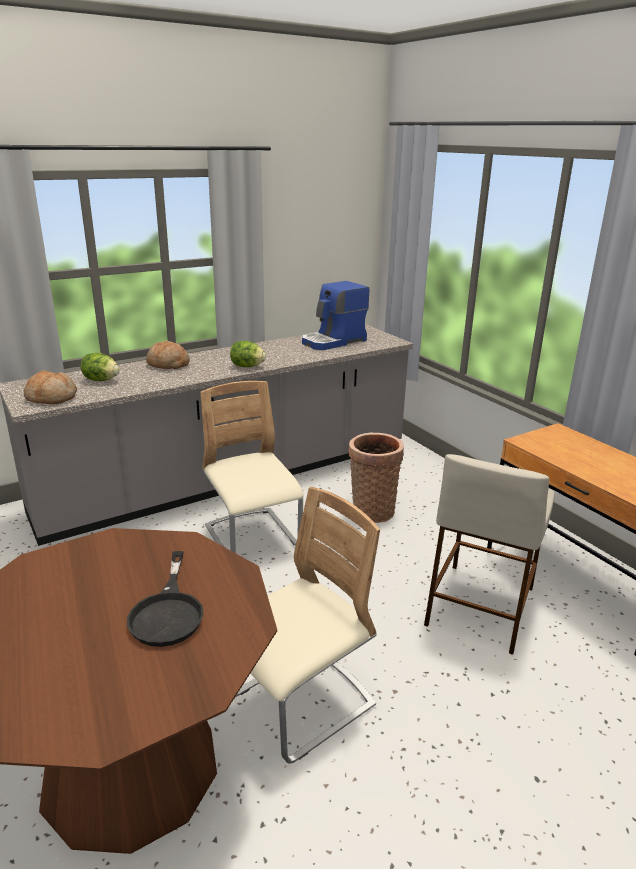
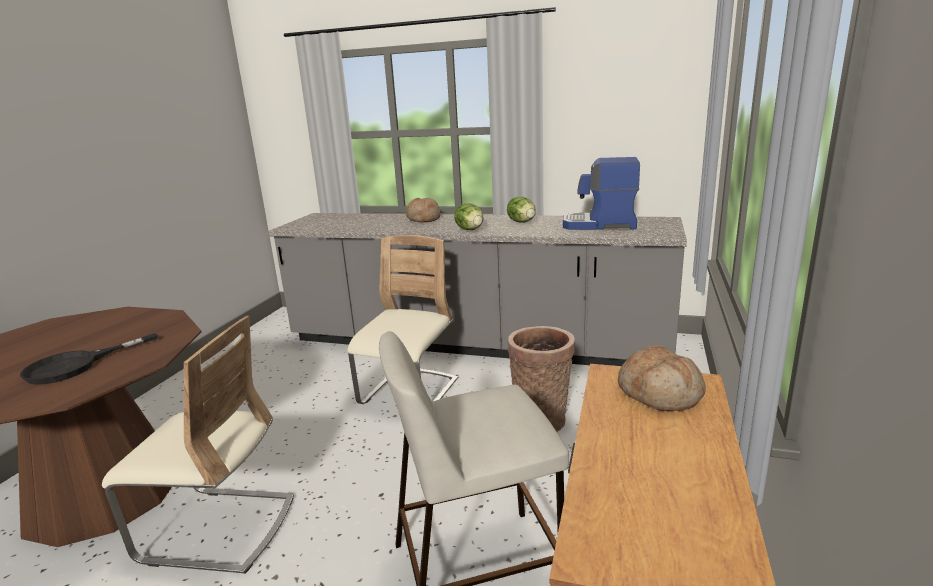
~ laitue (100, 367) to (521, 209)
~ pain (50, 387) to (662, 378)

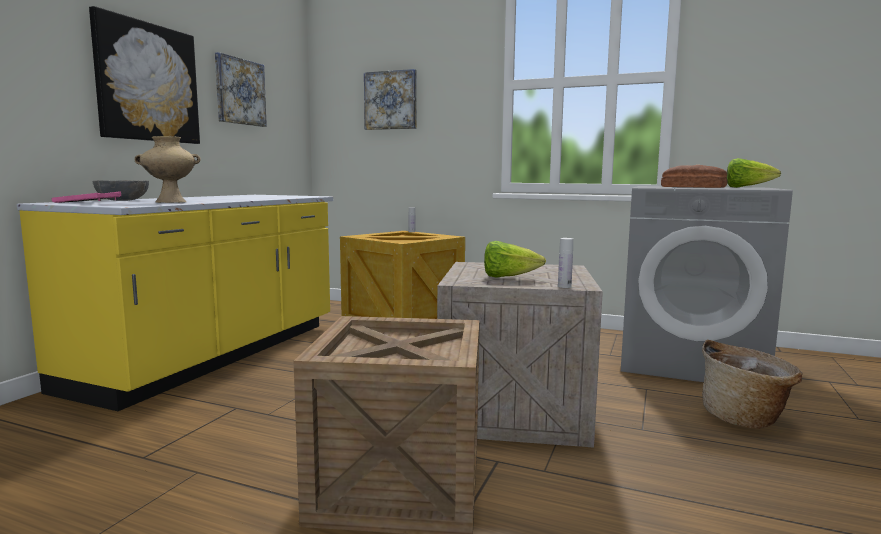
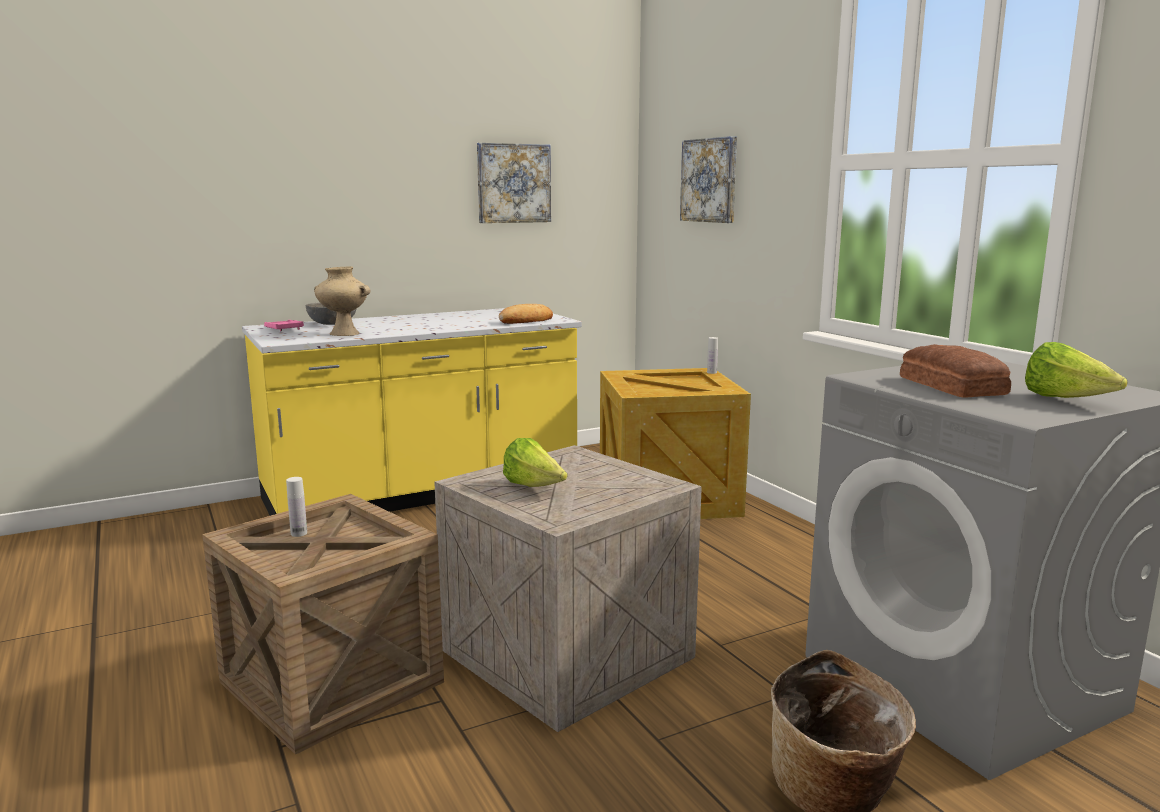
~ bouteille/blanc (565, 263) to (296, 507)
+ pain (526, 314)
- tableau (144, 75)

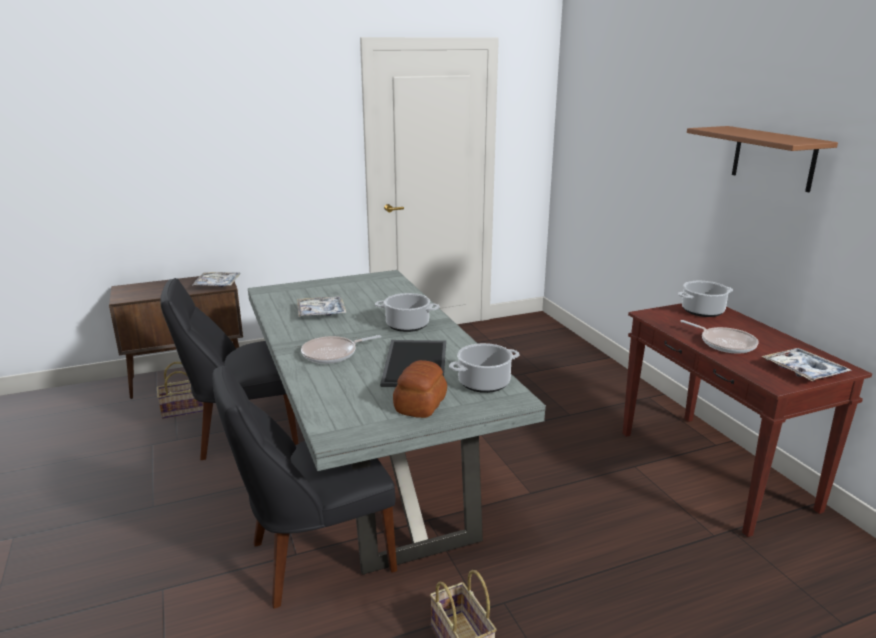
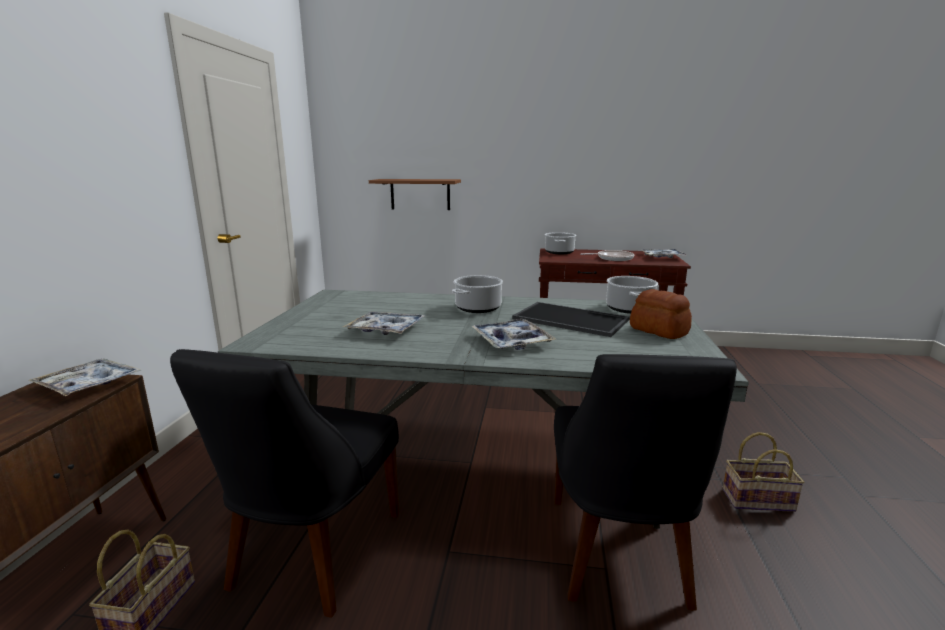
~ étagère/marron (762, 159) to (415, 194)
~ poêle (341, 349) to plateau (513, 334)

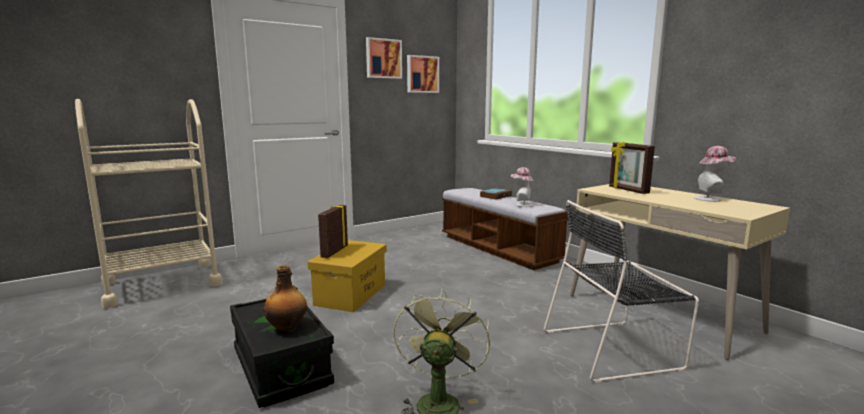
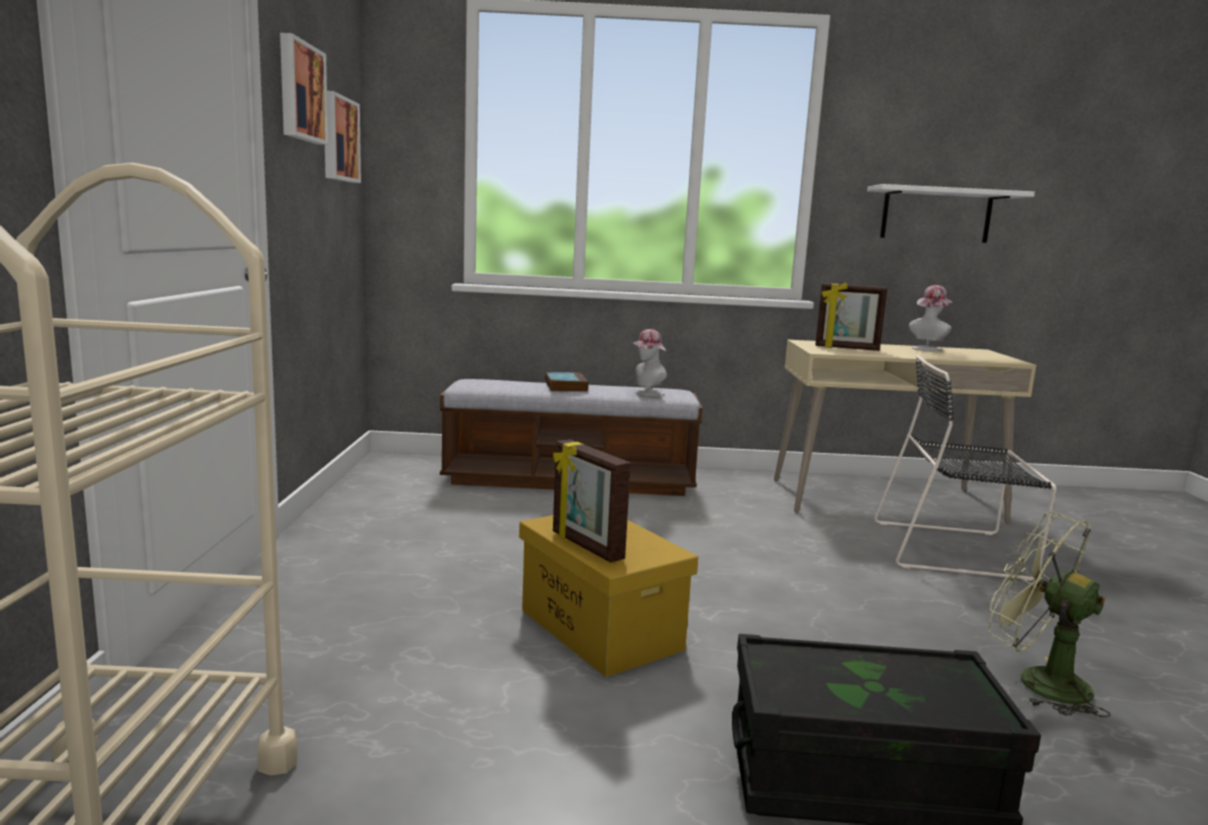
+ étagère/blanc (951, 213)
~ chaise/noir (621, 291) = (965, 467) 75 degrees clockwise
- bouteille (285, 299)

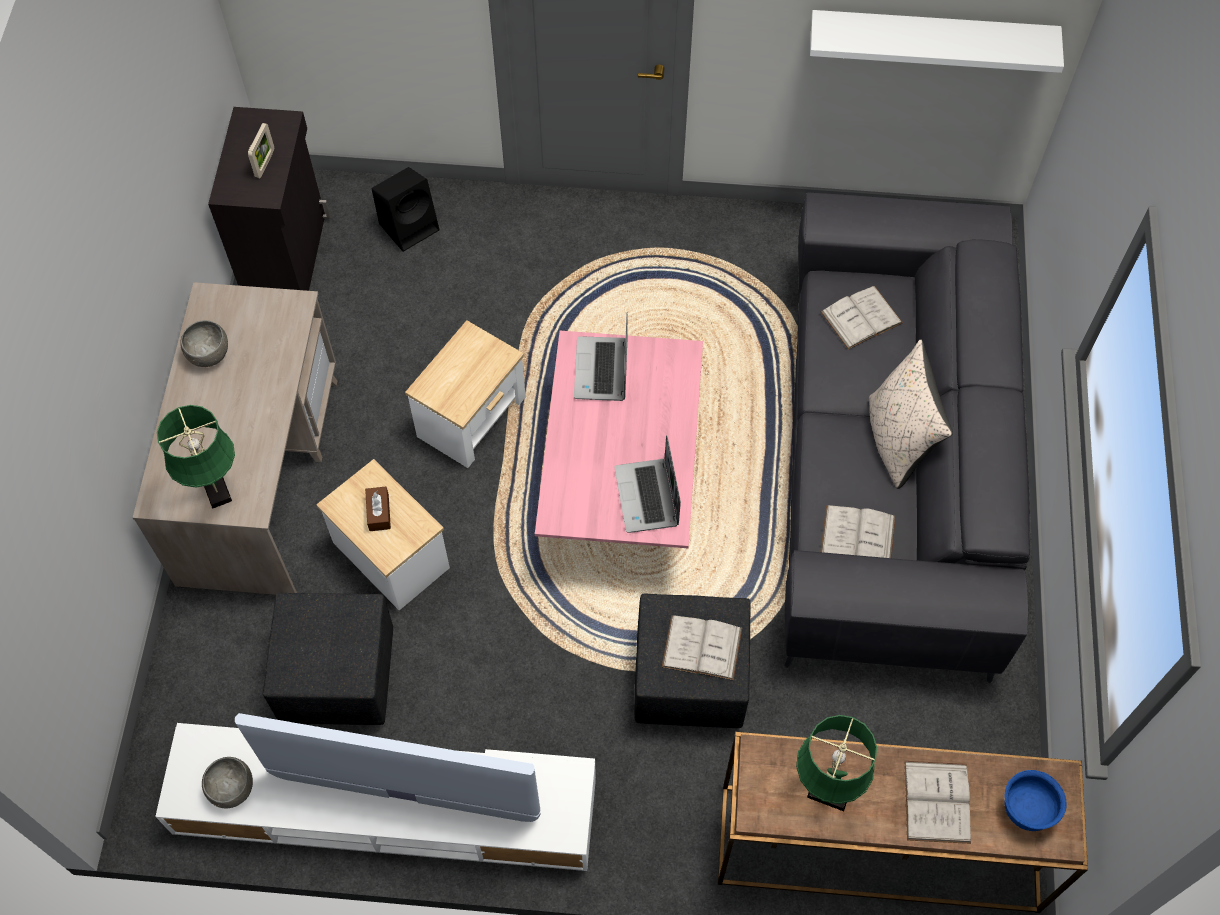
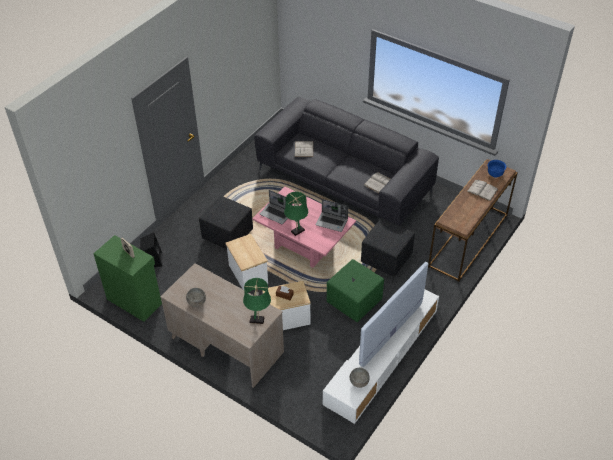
~ meuble de rangement/noir (269, 199) to meuble de rangement/vert (127, 278)
~ pouf/noir (328, 659) to (226, 222)
~ lampe de table/vert (836, 763) to (296, 214)
+ pouf/vert (355, 290)
- livre/blanc (702, 647)
- étagère/blanc (937, 41)
- coussin/beige (911, 414)

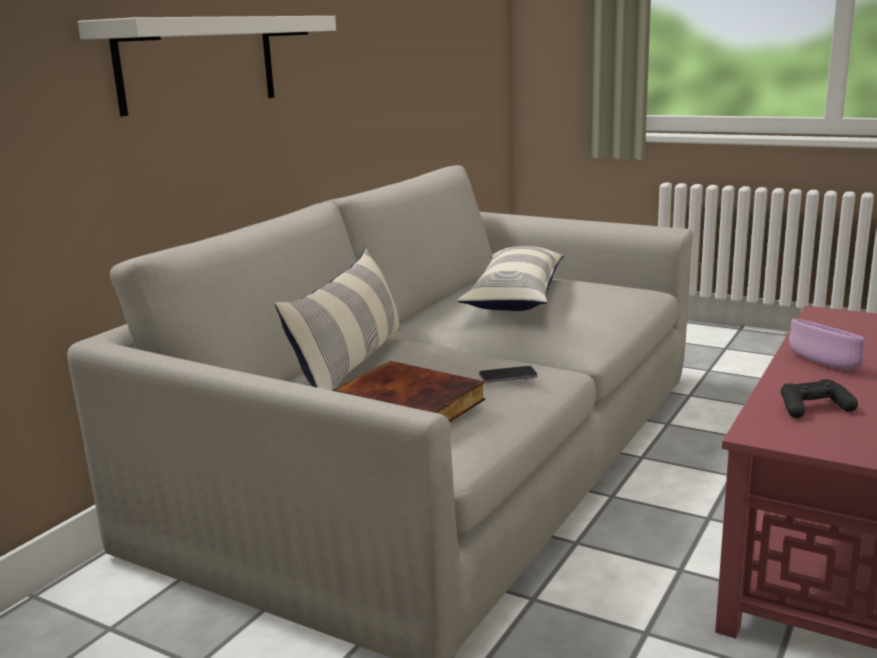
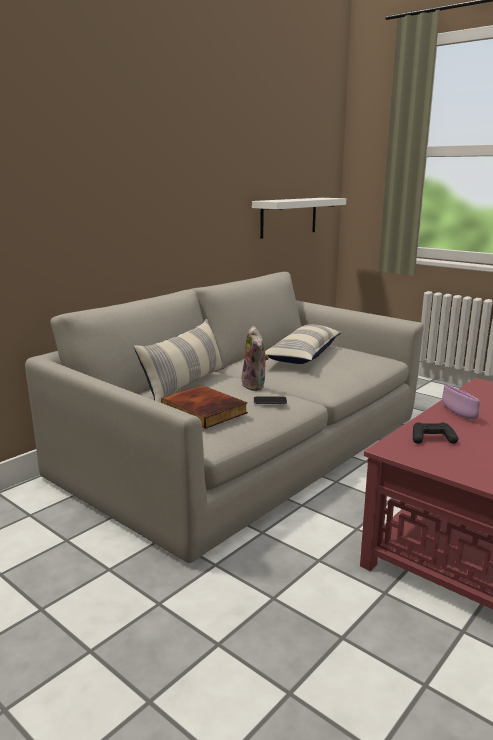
+ peluche (254, 358)
~ étagère/blanc (207, 66) to (299, 218)

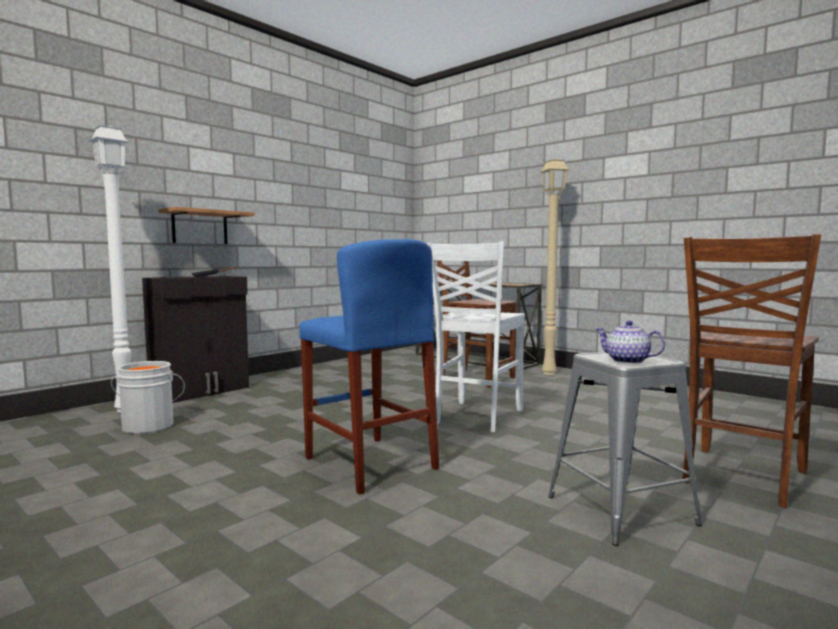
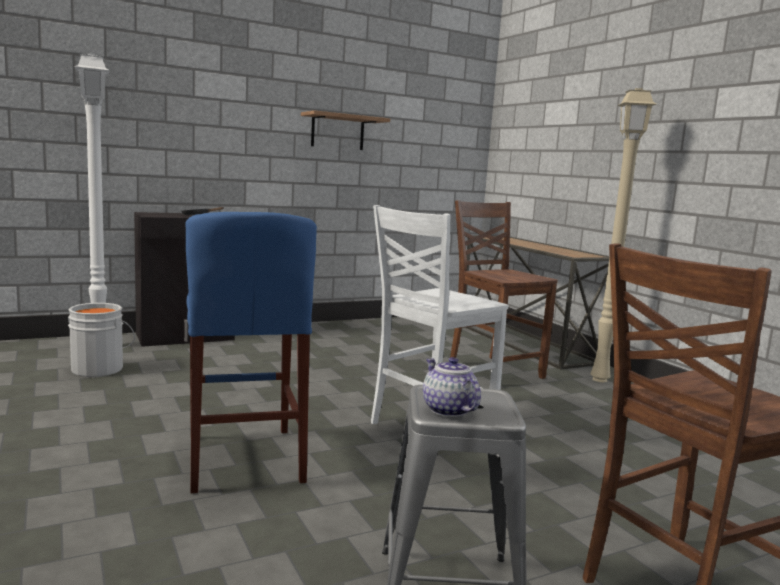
~ étagère (206, 225) to (345, 130)

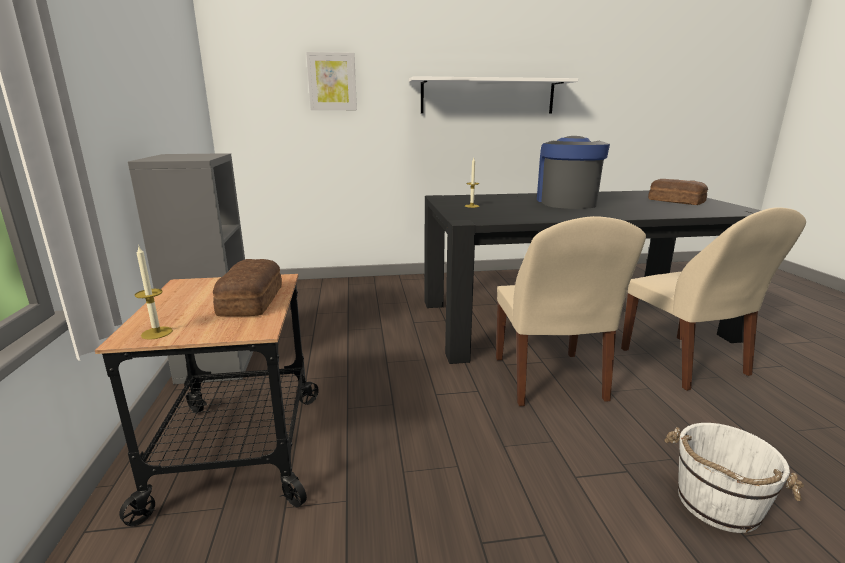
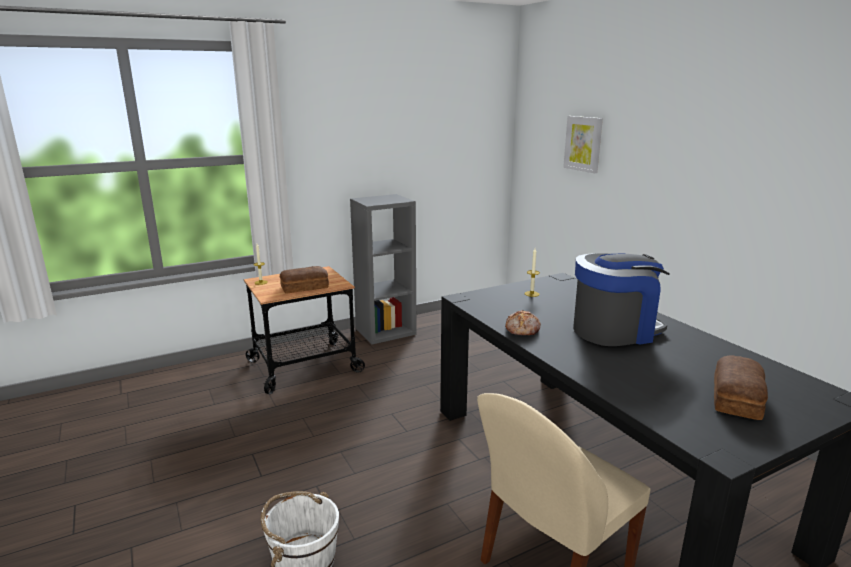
+ pain (523, 322)
- étagère/blanc (493, 95)
- chaise/beige (571, 311)

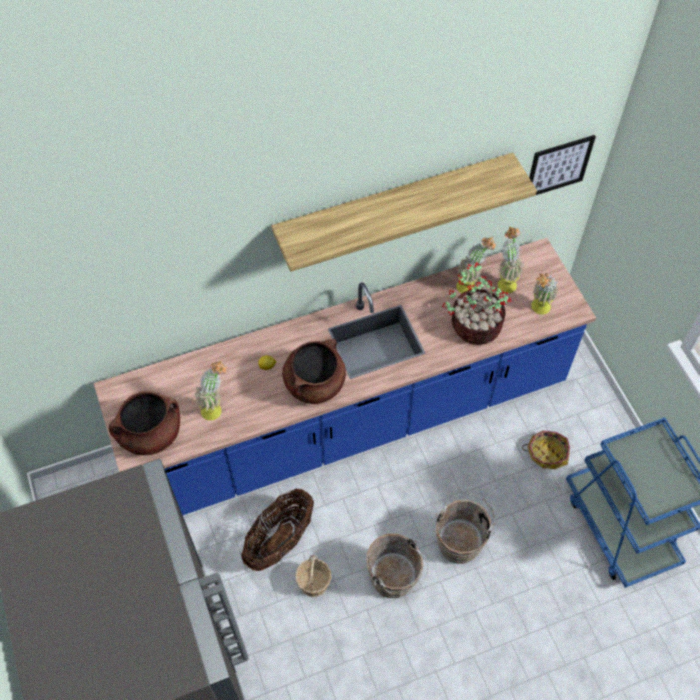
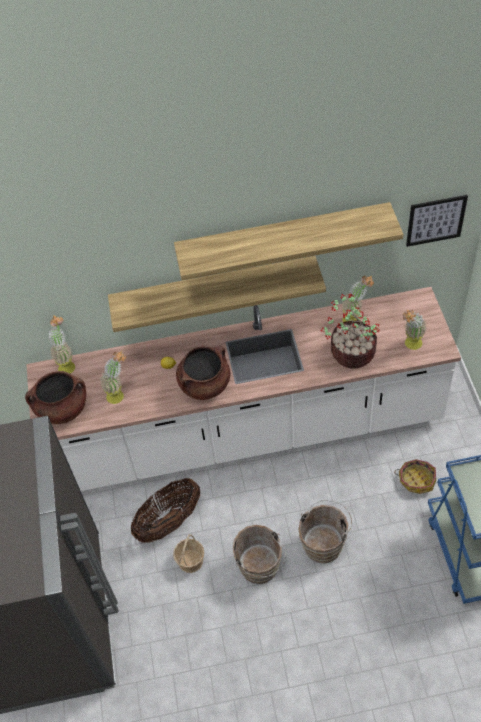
~ comptoir de cuisine/bleu (345, 376) to comptoir de cuisine/blanc (243, 389)
~ plante en pot (511, 259) to (61, 344)
+ étagère (217, 294)

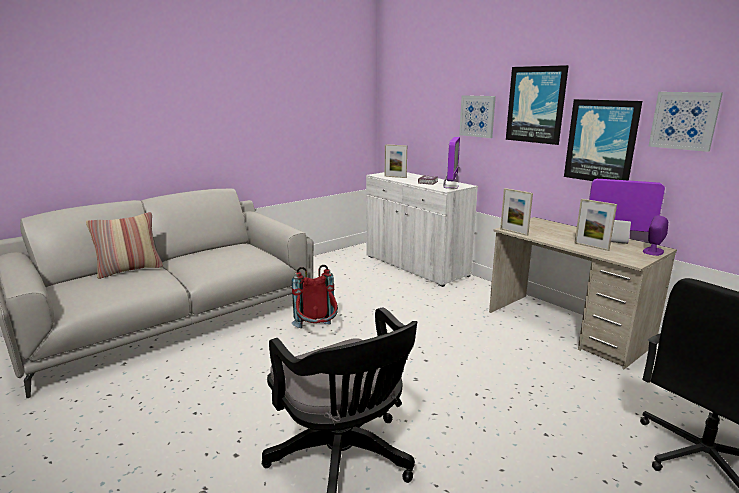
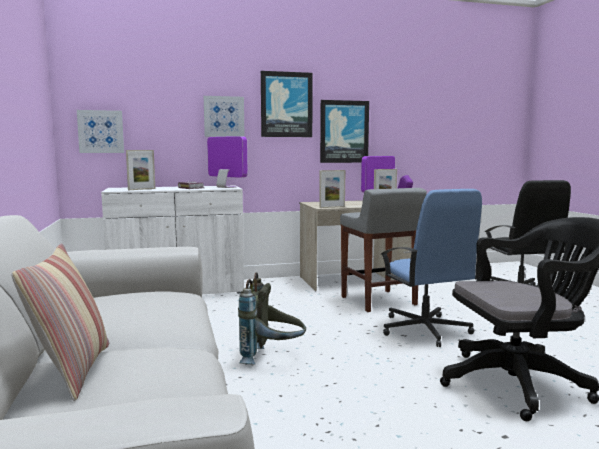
~ tableau (686, 122) to (100, 131)
~ sac à dos/rouge (315, 296) to sac à dos/gris (272, 318)
+ tabouret/gris (383, 250)
+ chaise de bureau/bleu (431, 268)

